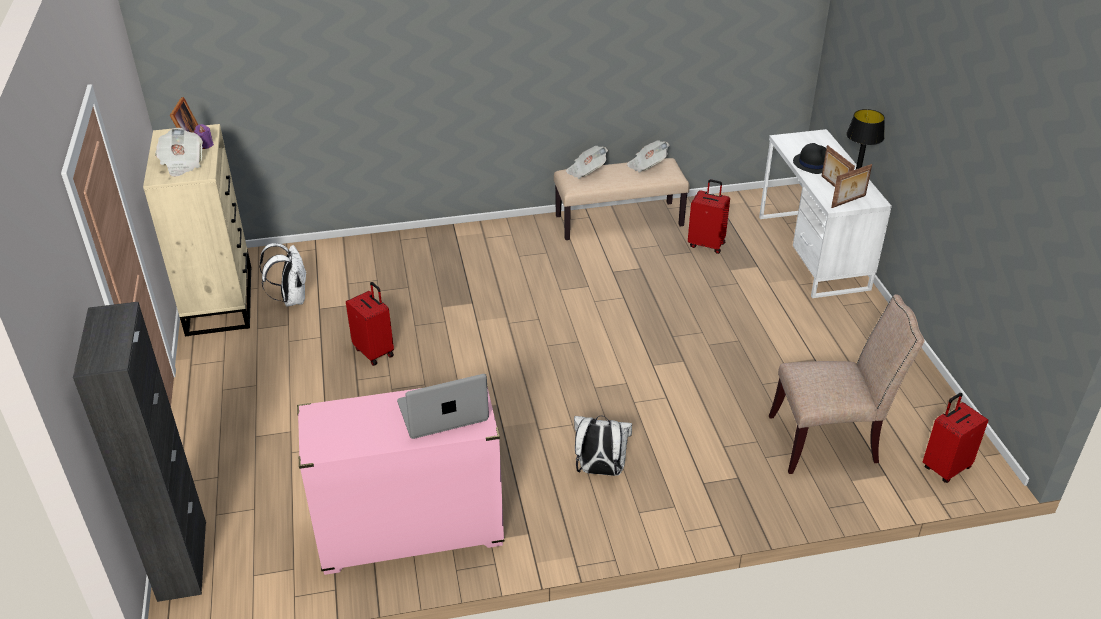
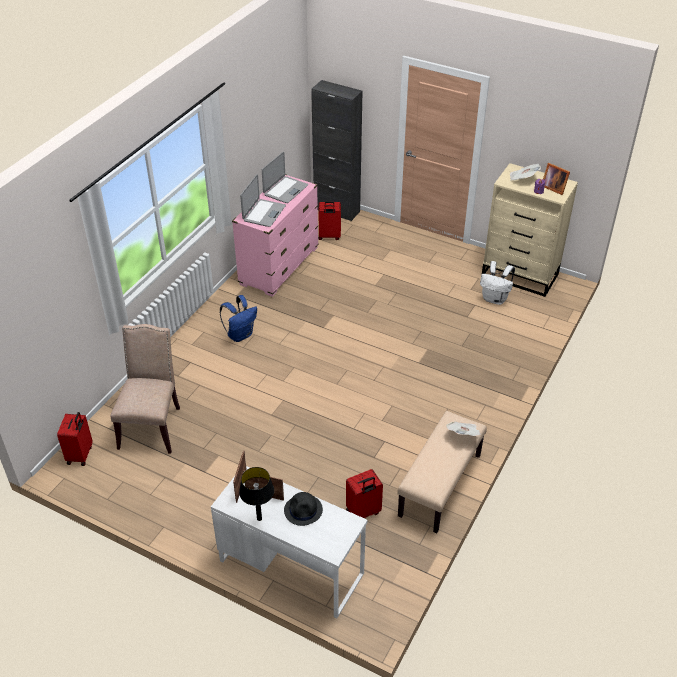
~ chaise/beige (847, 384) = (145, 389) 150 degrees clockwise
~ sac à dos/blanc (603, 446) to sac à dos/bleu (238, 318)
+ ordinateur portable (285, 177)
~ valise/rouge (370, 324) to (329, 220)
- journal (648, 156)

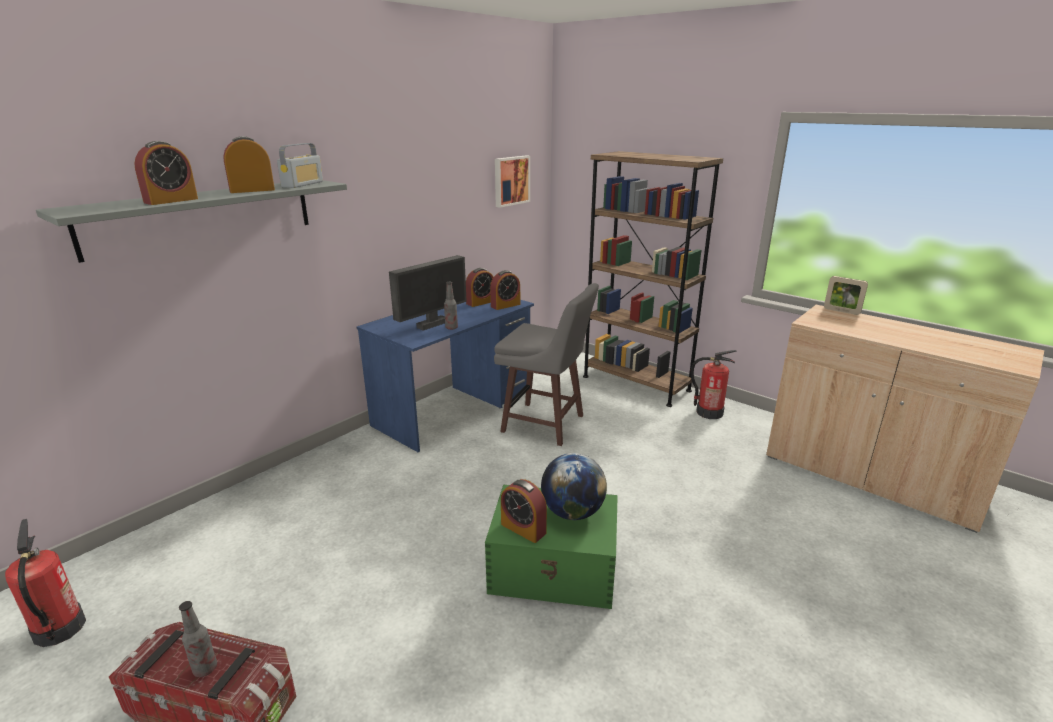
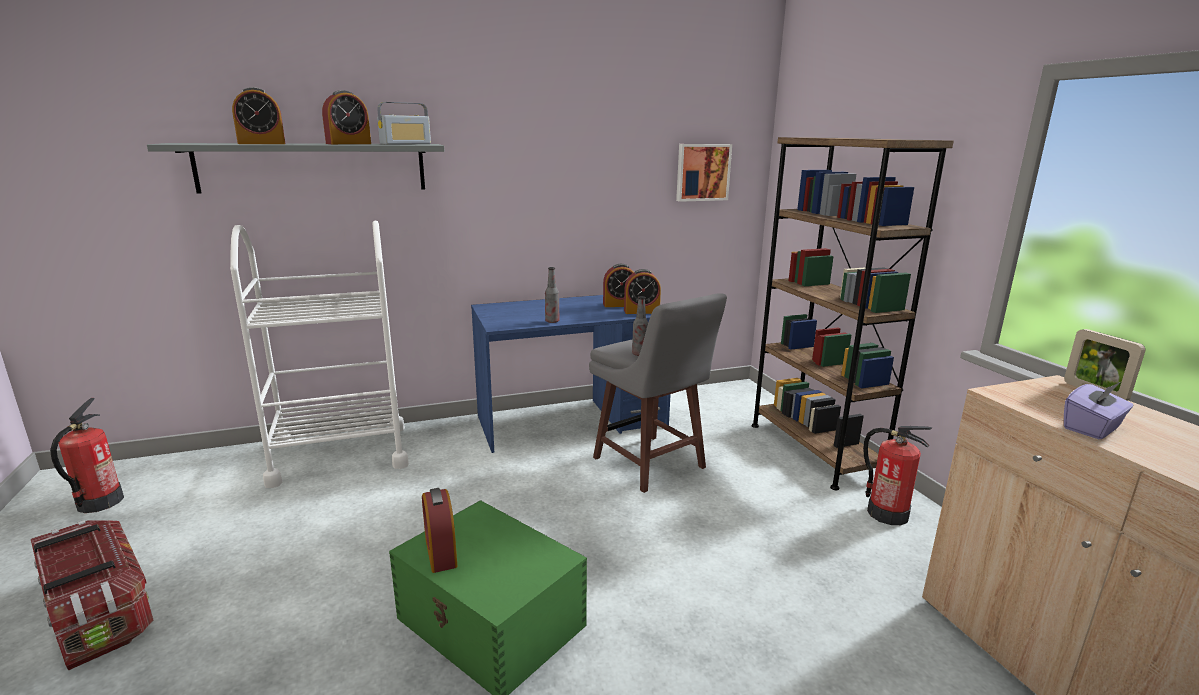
+ chariot/blanc (319, 354)
~ réveil (249, 164) = (346, 117) 135 degrees clockwise
~ bouteille (198, 639) to (640, 326)
+ boîte à mouchoirs/violet (1098, 410)
- écran d'ordinateur (428, 293)
- globe (574, 486)

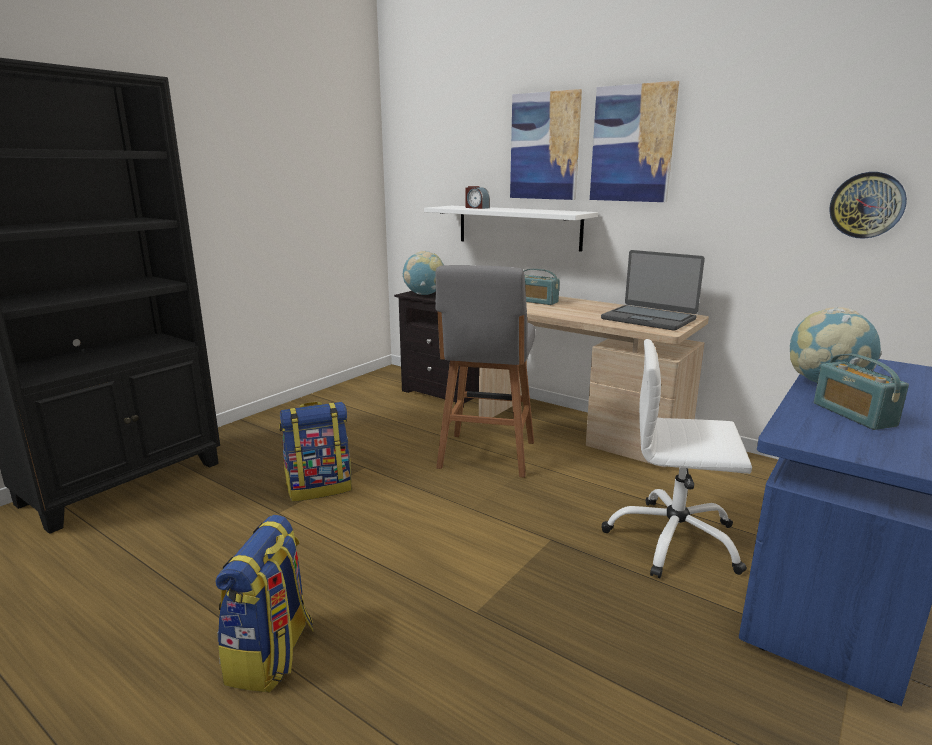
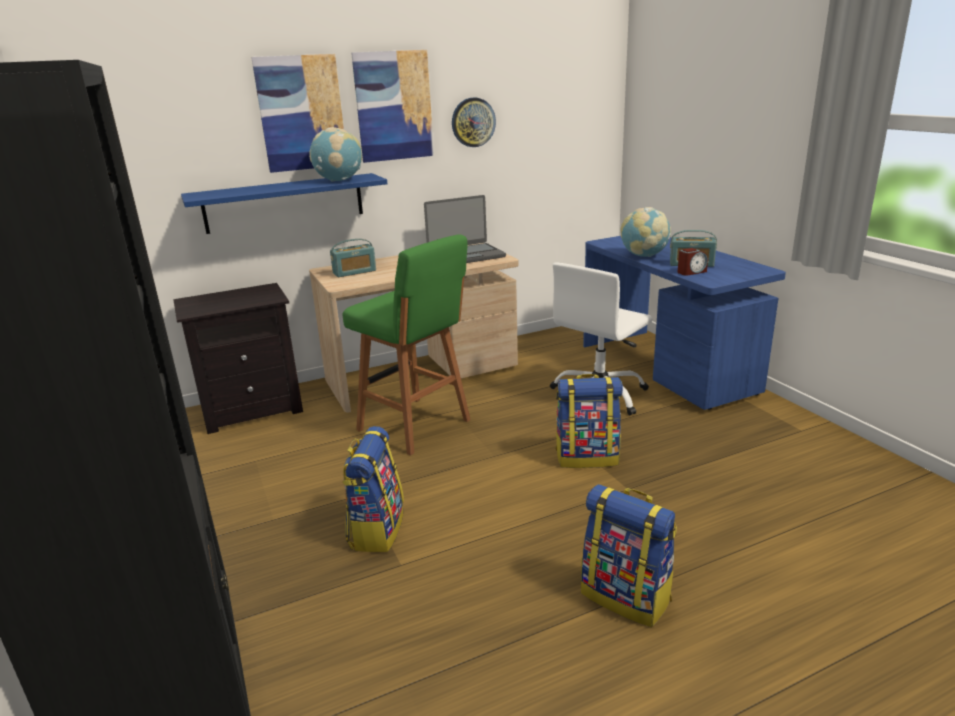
~ étagère/blanc (511, 229) to étagère/bleu (284, 203)
~ globe (423, 273) to (335, 154)
~ tabouret/gris (485, 371) to tabouret/vert (407, 345)
~ horloge murale (868, 205) to (474, 122)
+ sac à dos (589, 421)
~ réveil (477, 197) to (693, 262)

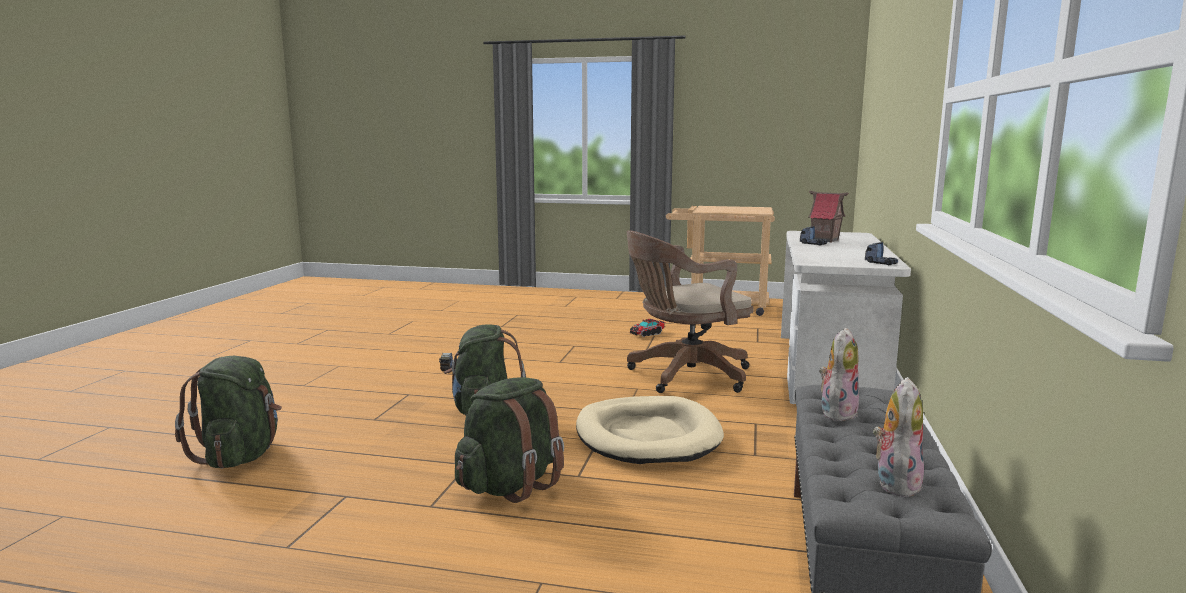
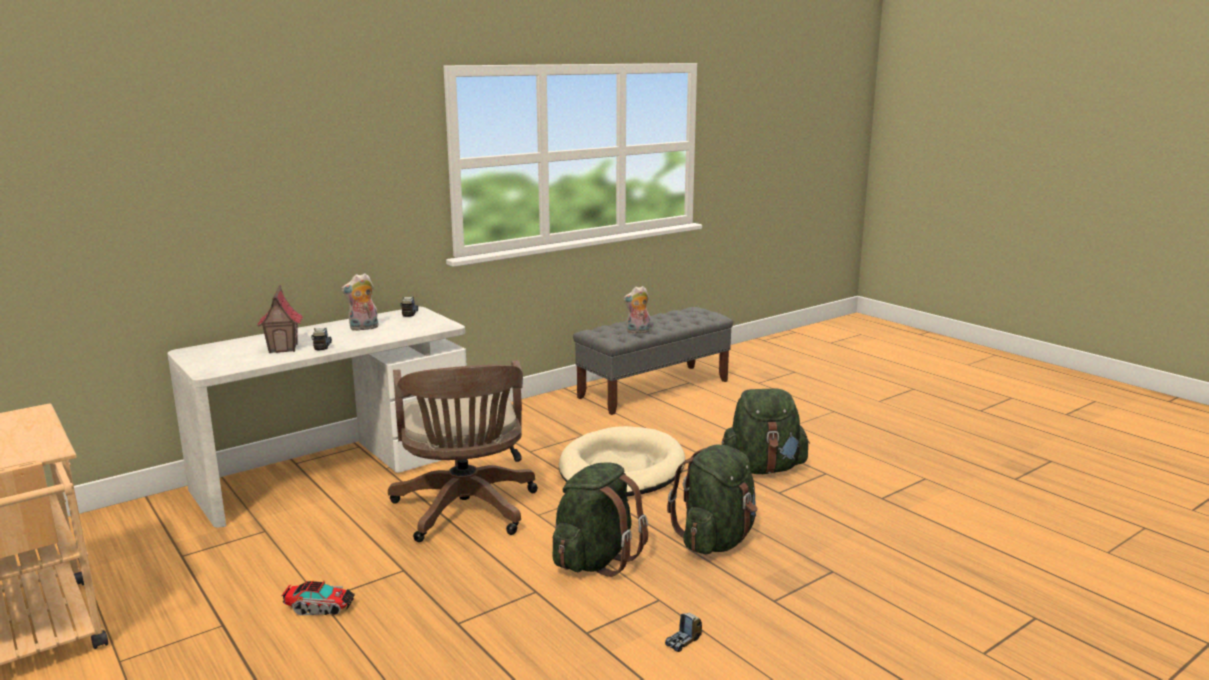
~ peluche (898, 437) to (360, 302)
~ chaise de bureau/marron (690, 312) = (463, 451) 60 degrees clockwise
~ sac à dos/vert (228, 412) to (600, 519)

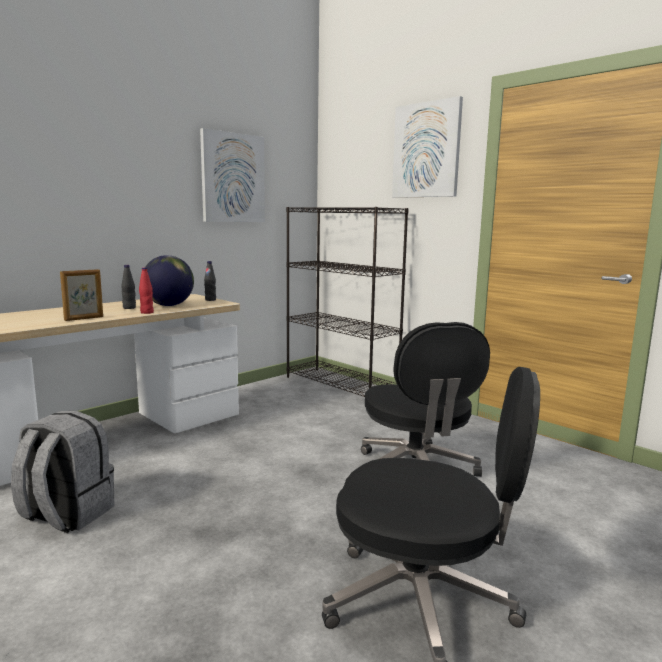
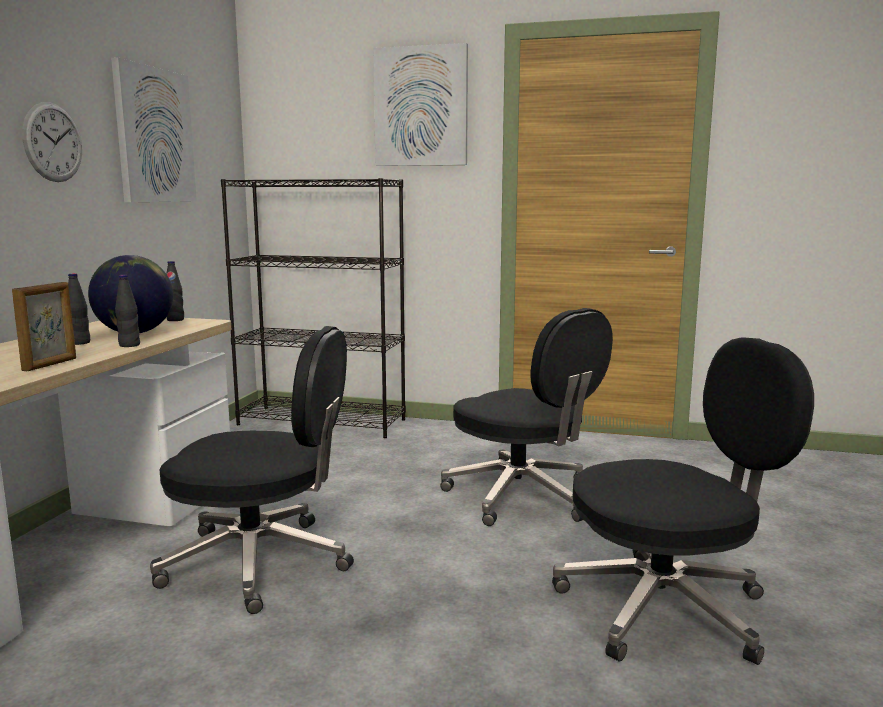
+ horloge murale (52, 142)
~ bouteille/rouge (146, 290) to bouteille/noir (127, 311)
+ chaise de bureau/noir (252, 470)
- sac à dos/gris (62, 472)

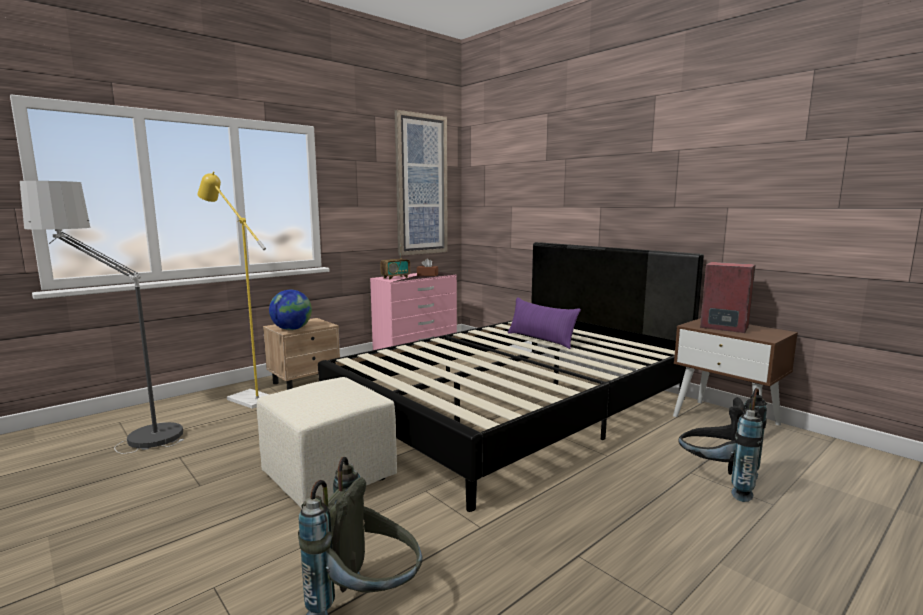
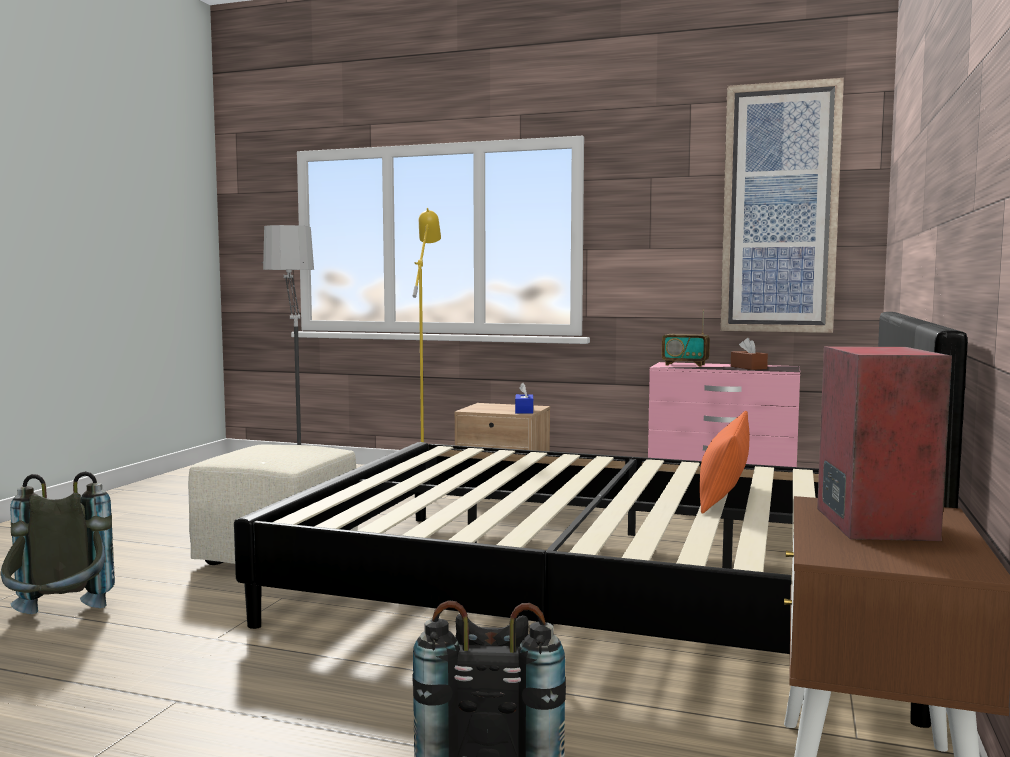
+ boîte à mouchoirs/bleu (524, 398)
~ coussin/violet (544, 323) to coussin/orange (724, 462)
- globe (290, 310)

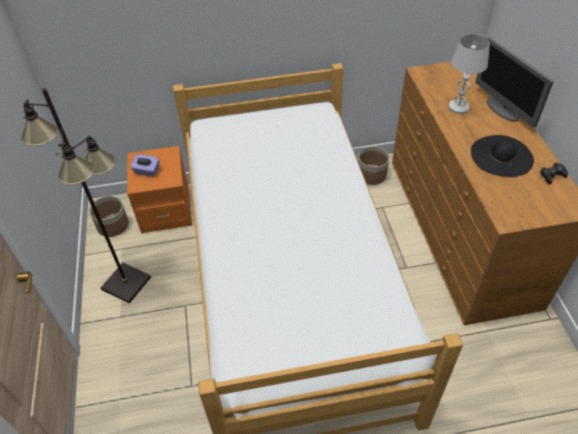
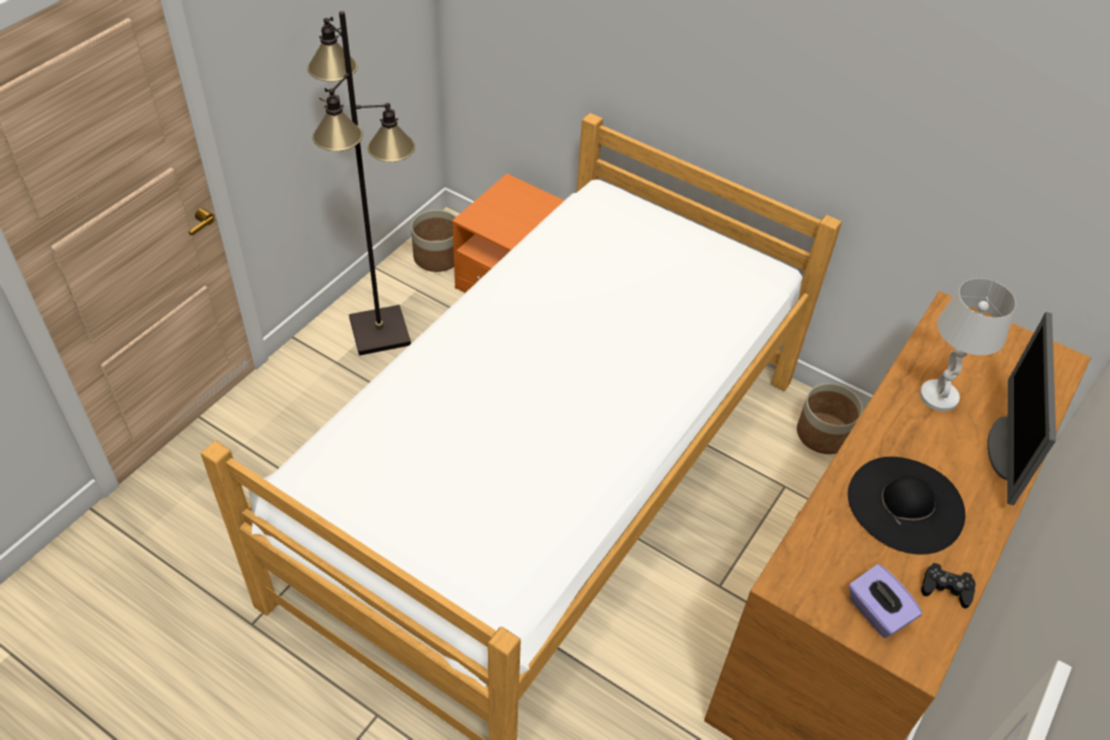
~ boîte à mouchoirs/violet (144, 165) to (885, 601)

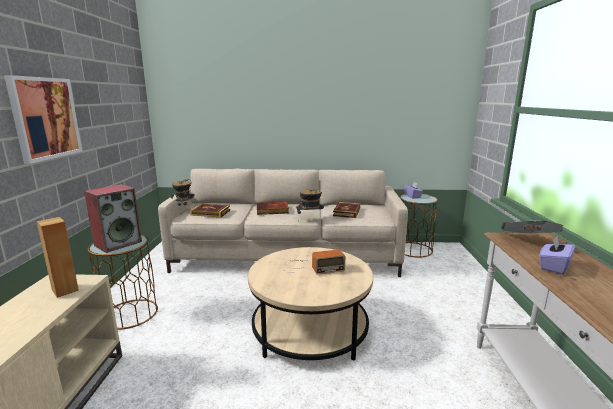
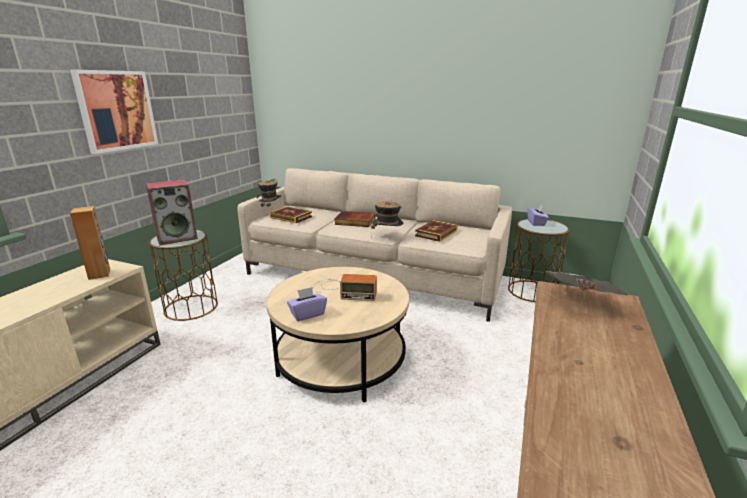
~ boîte à mouchoirs/violet (557, 255) to (307, 304)

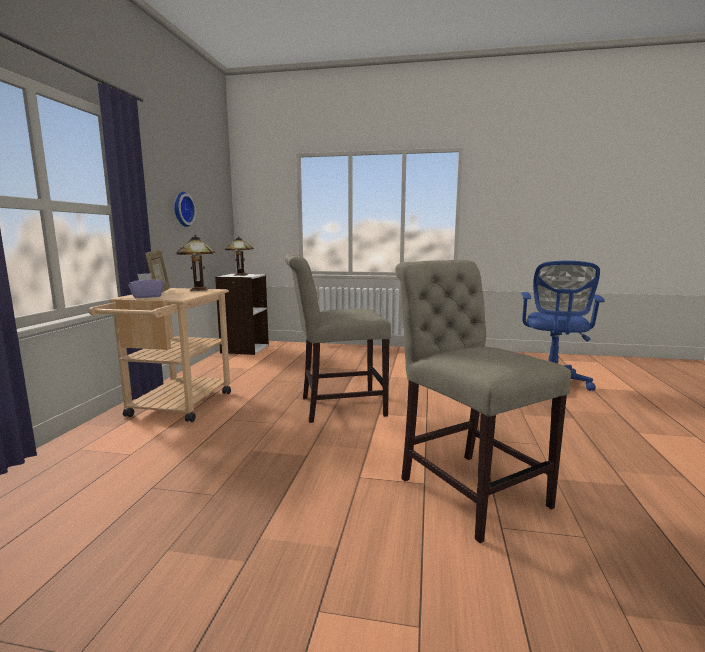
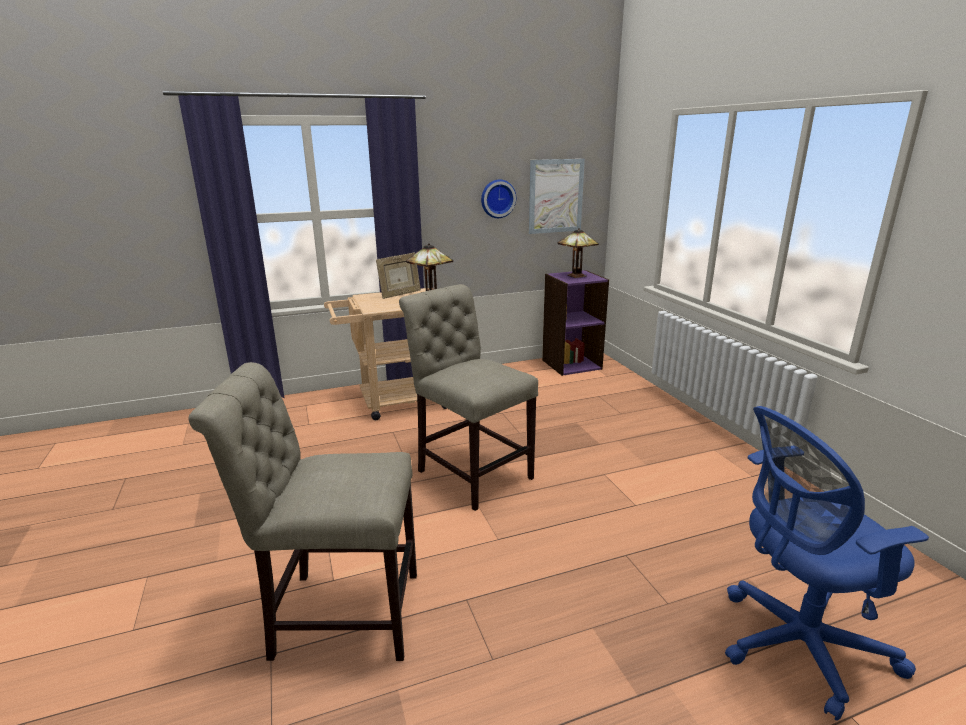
~ chaise/beige (483, 401) = (302, 511) 120 degrees counterclockwise
+ tableau (557, 196)
~ bibliothèque/blanc (242, 314) to bibliothèque/violet (575, 323)
- boîte à mouchoirs/violet (146, 285)

